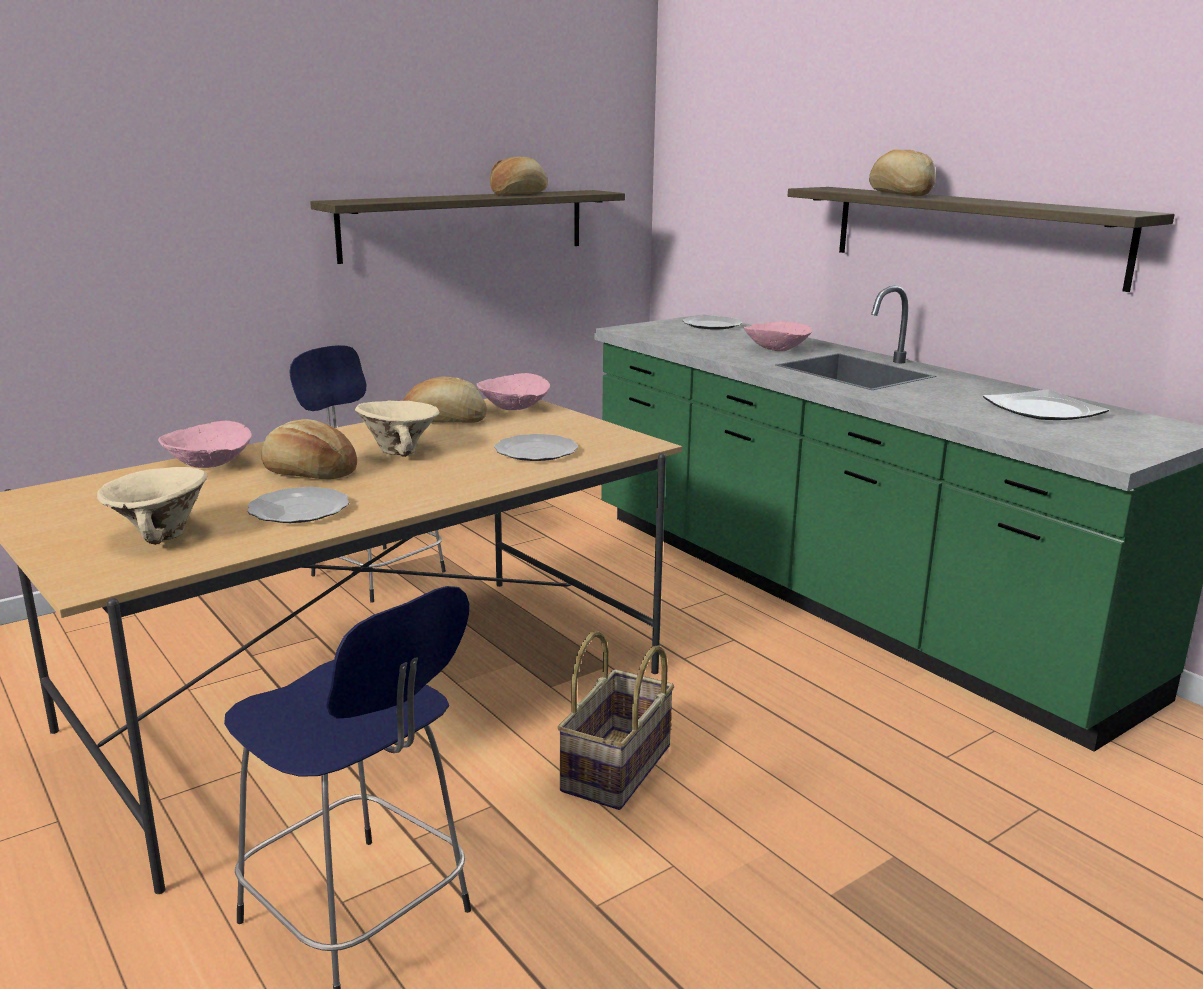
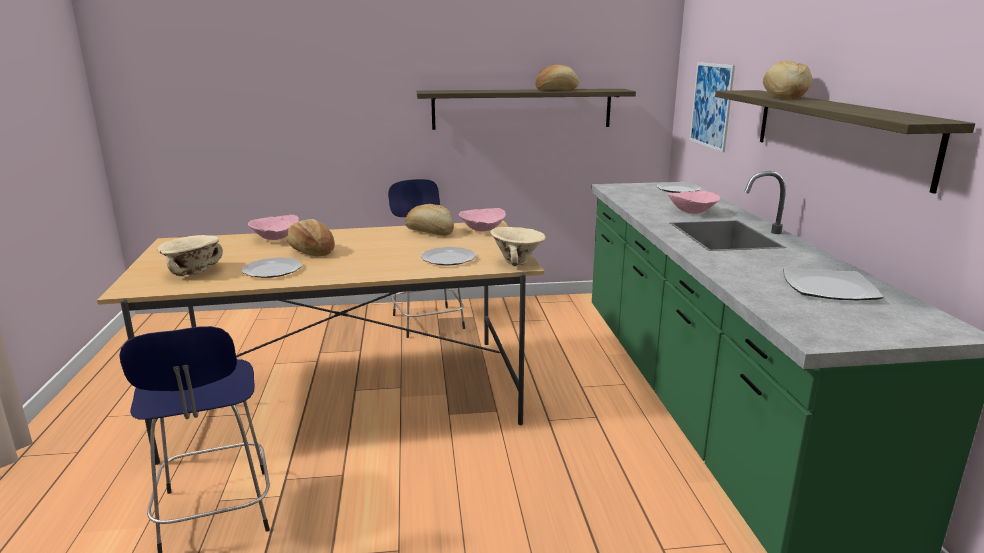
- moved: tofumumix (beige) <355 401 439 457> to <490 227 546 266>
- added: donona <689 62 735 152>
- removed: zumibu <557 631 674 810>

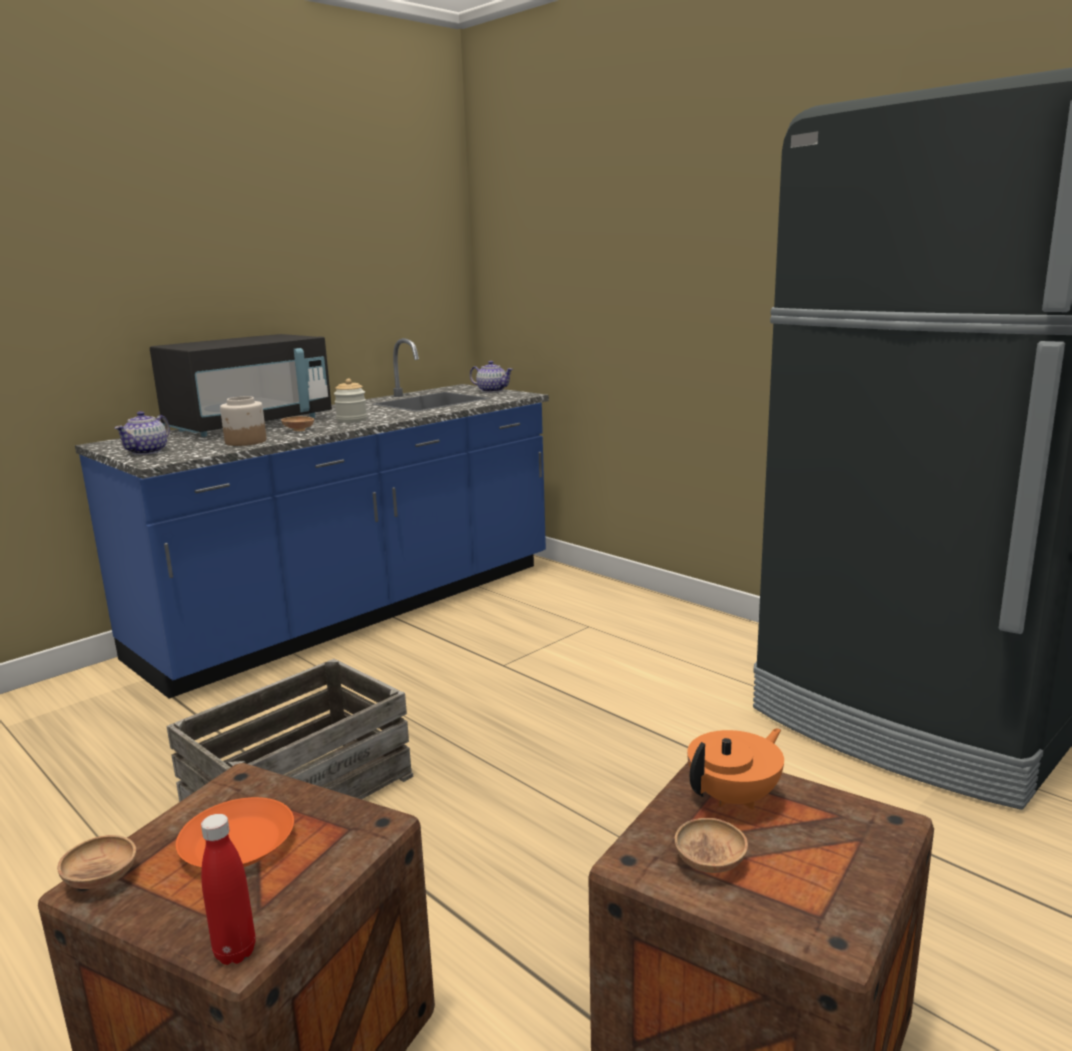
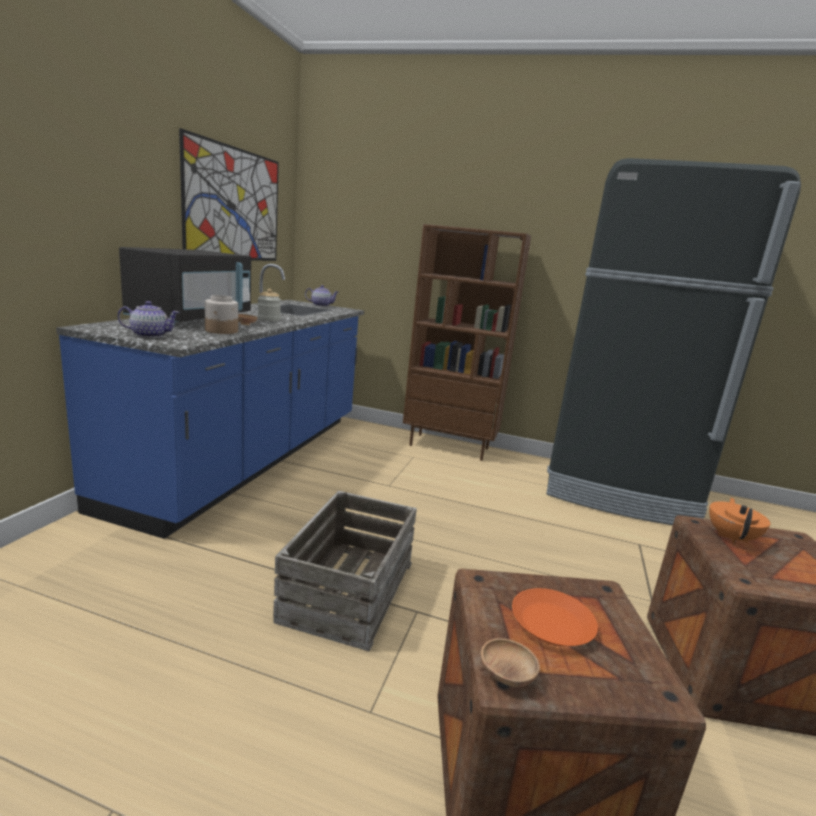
- turned: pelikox <115 411 170 455> = <117 301 180 338> 90 degrees counterclockwise
- added: donona <179 128 279 261>
- added: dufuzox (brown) <403 224 531 461>
- removed: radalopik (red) <201 814 256 965>
- removed: tofumumix (brown) <675 818 748 873>

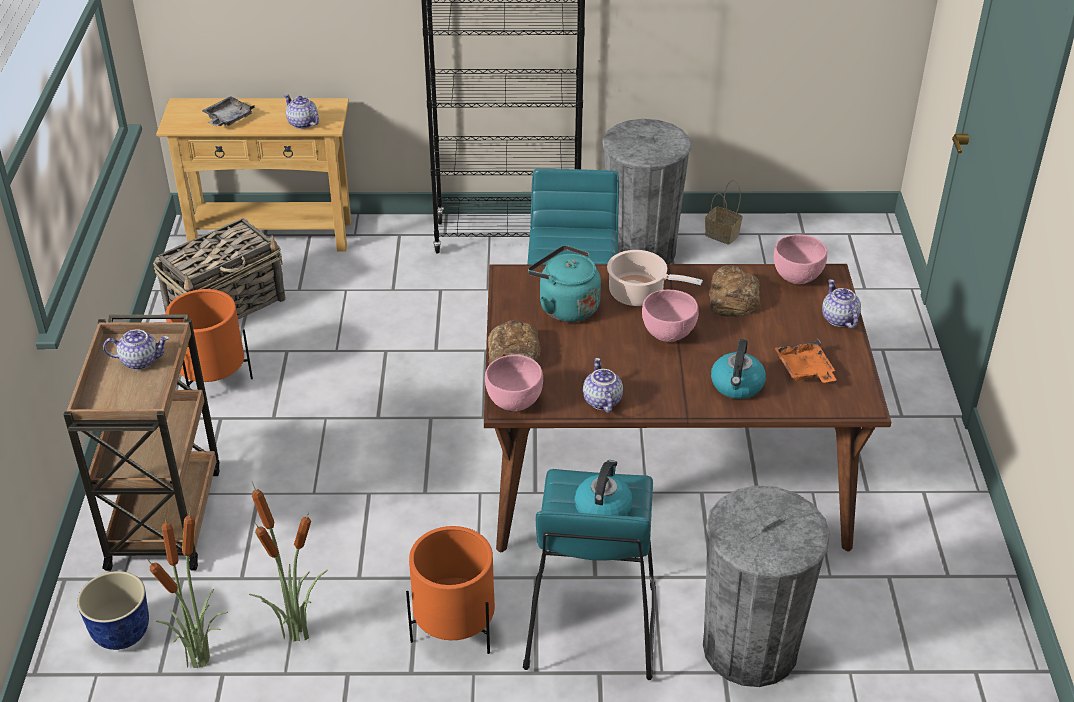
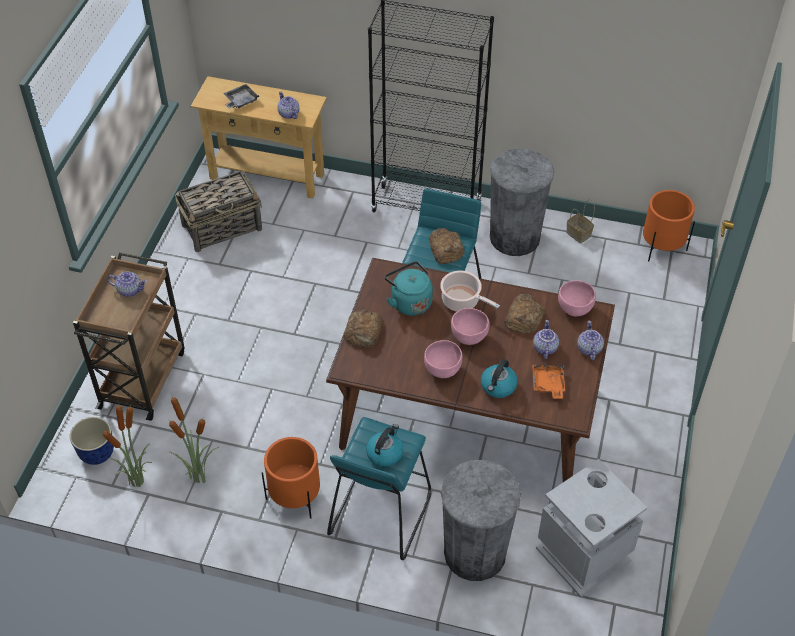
- moved: tofumumix (pink) <485 355 543 411> to <424 340 463 378>
- added: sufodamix <429 228 465 264>
- moved: pelikox <583 358 623 413> to <533 320 559 359>
- added: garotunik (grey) <536 459 647 598>
- moved: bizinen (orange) <165 289 253 387> to <643 190 695 261>

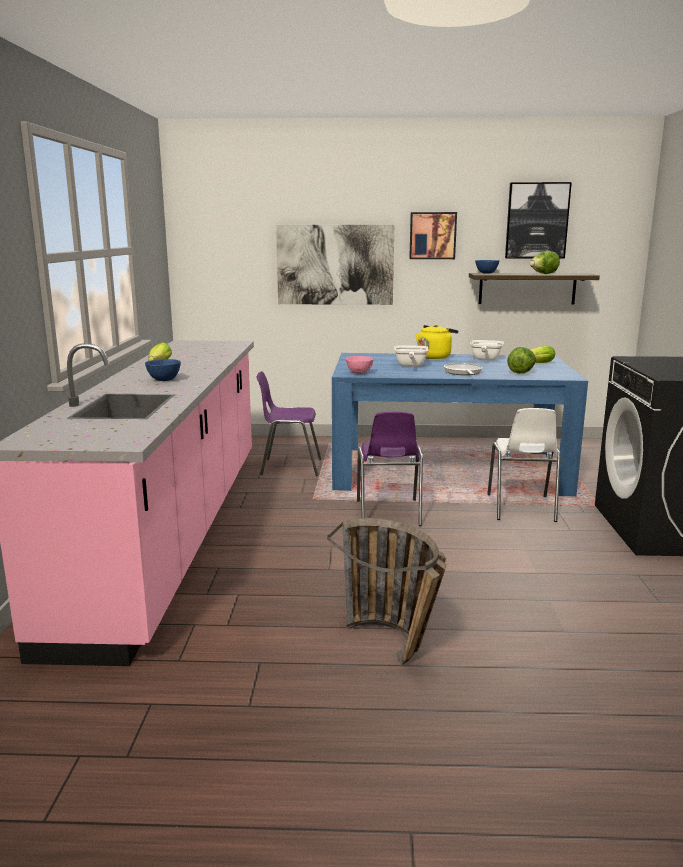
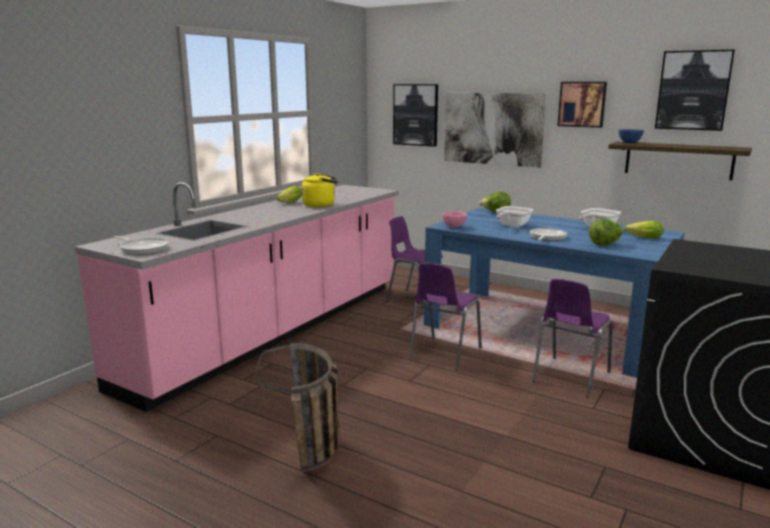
- added: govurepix <114 236 169 255>
- moved: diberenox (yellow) <416 324 458 359> to <301 173 338 207>
- added: donona <393 84 438 147>
- moved: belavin <529 251 560 274> to <479 192 511 213>
- recoloured: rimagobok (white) <487 408 561 522> to rimagobok (purple) <532 279 613 398>
- removed: tofumumix (blue) <145 359 181 381>

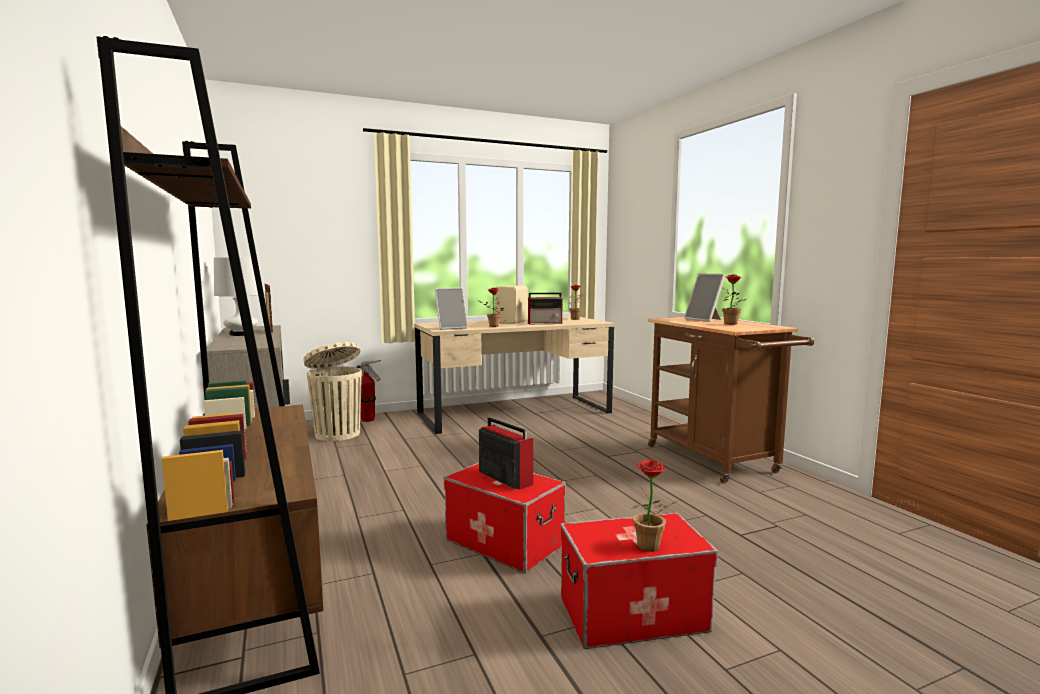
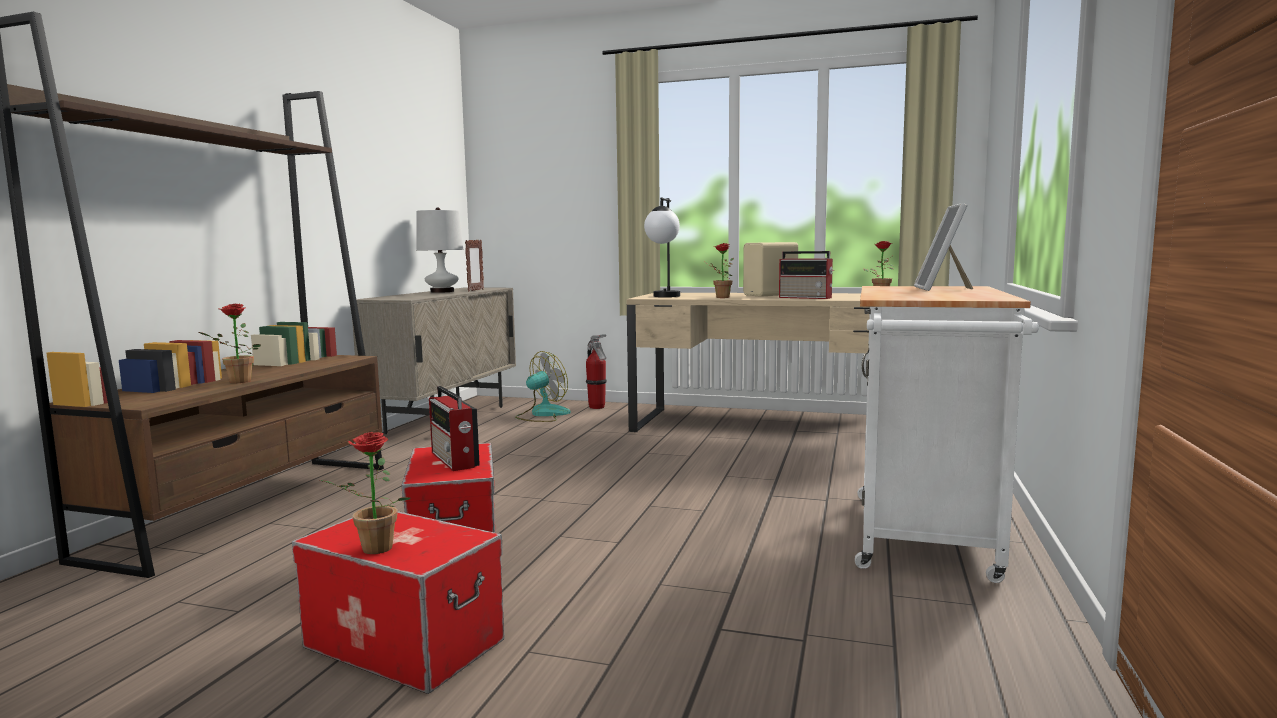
- moved: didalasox <722 274 746 325> to <199 303 261 383>
- turned: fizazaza <479 417 533 490> = <429 386 480 471> 150 degrees clockwise
- replaced: garotunik (beige) <303 342 362 441> to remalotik <515 351 571 422>
- replaced: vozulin <435 288 468 330> to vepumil <644 197 680 297>
- recoloured: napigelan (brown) <647 317 814 483> to napigelan (white) <855 286 1039 583>

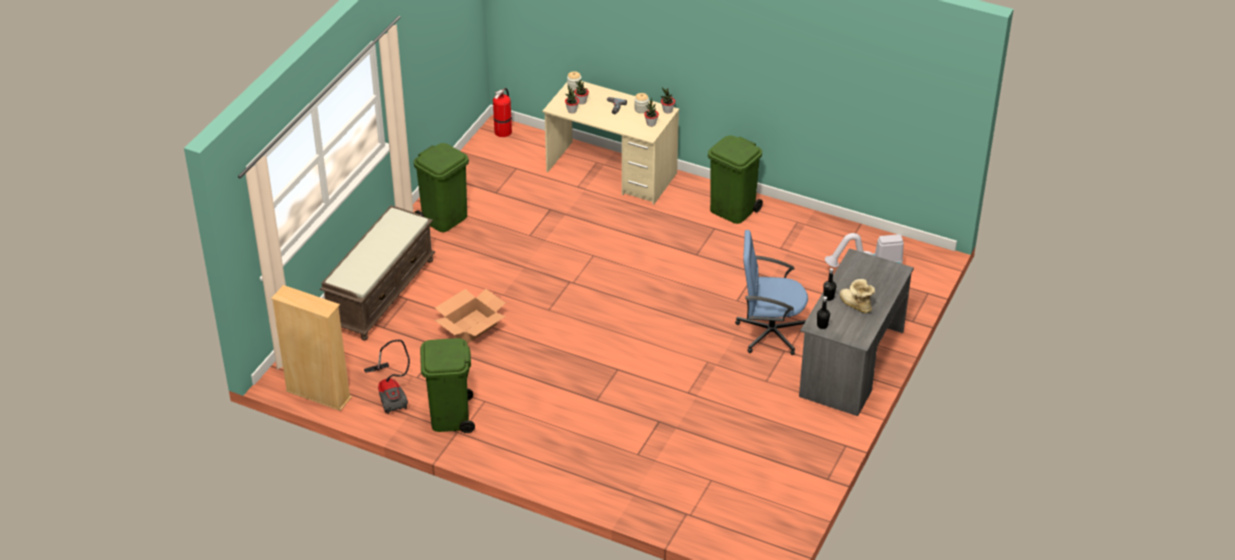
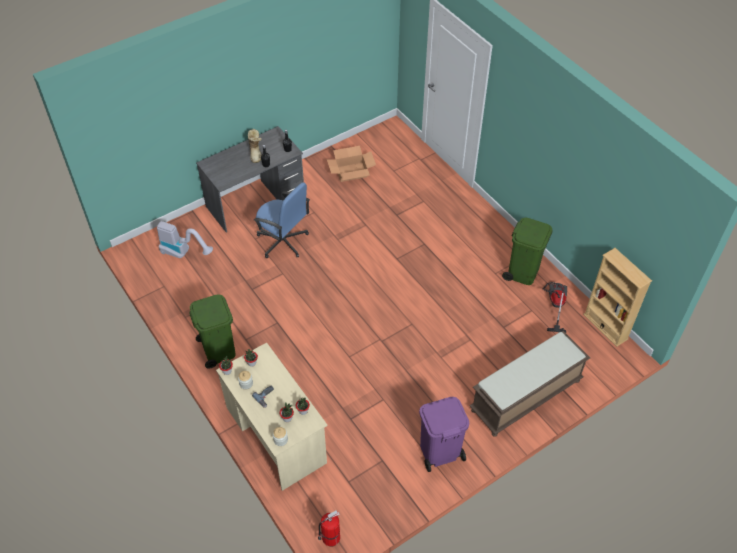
- moved: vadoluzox <435 289 506 344> to <327 146 376 182>
- recoloured: garotunik (green) <414 143 469 232> to garotunik (purple) <419 397 470 472>

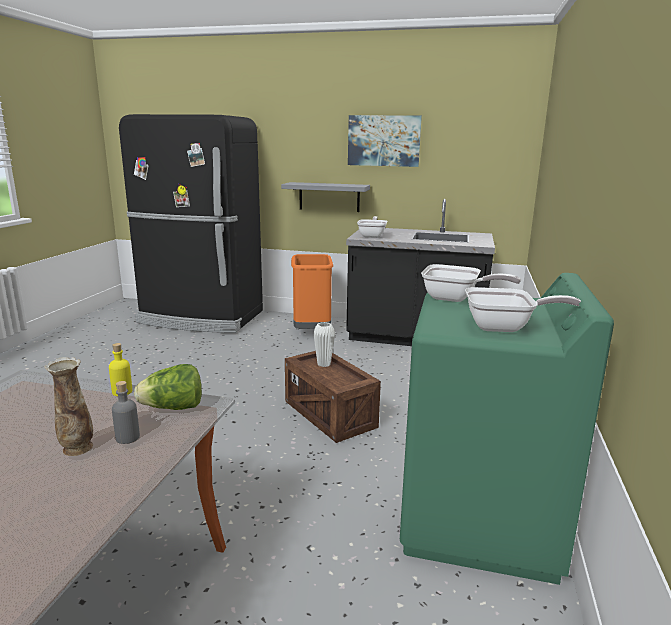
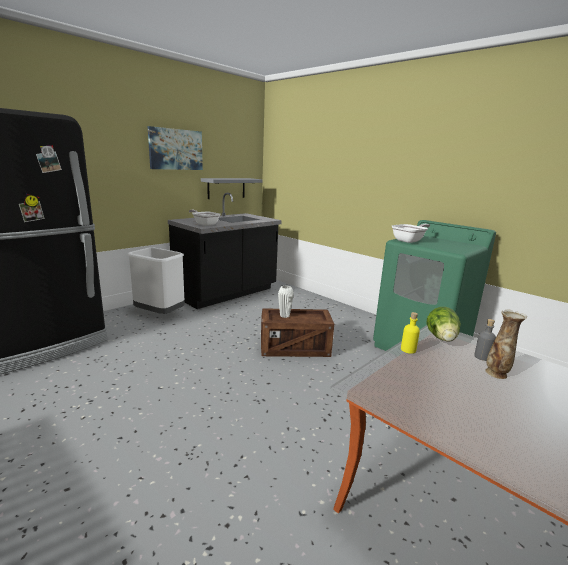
- recoloured: garotunik (orange) <291 254 333 329> to garotunik (white) <127 247 185 314>
- moved: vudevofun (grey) <281 182 370 212> to <201 178 263 199>
- removed: govurepix <465 287 581 332>

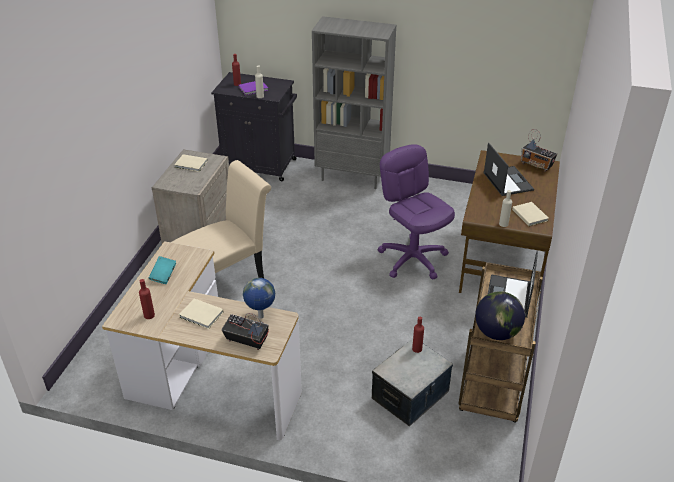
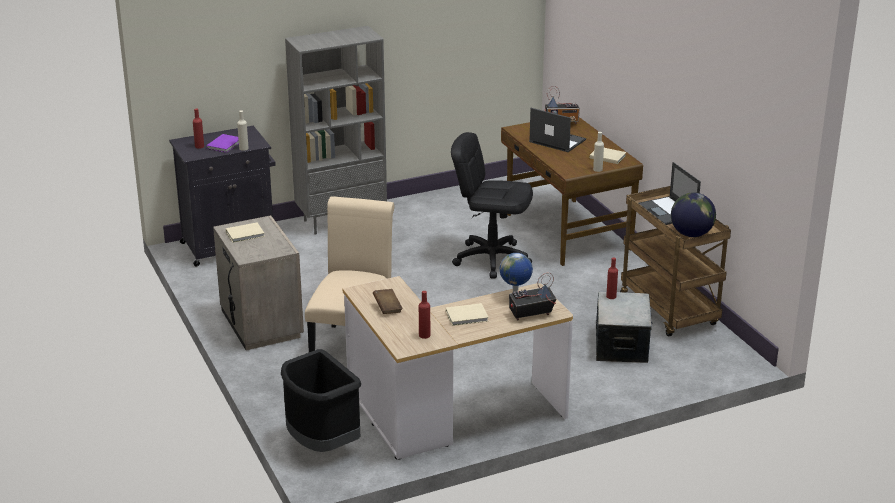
- added: garotunik (black) <281 349 361 452>
- recoloured: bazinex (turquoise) <149 256 176 284> to bazinex (brown) <373 289 403 314>
- recoloured: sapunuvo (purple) <378 144 455 280> to sapunuvo (black) <451 132 533 278>

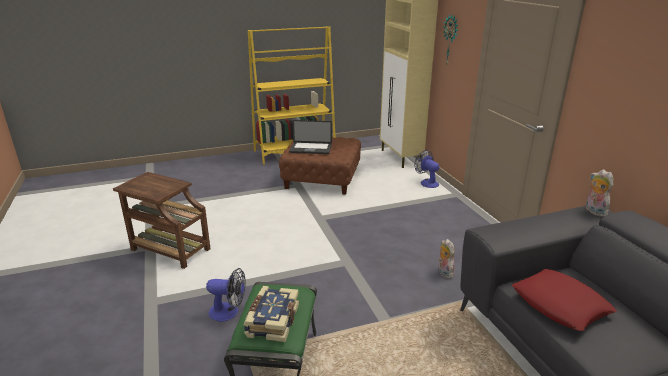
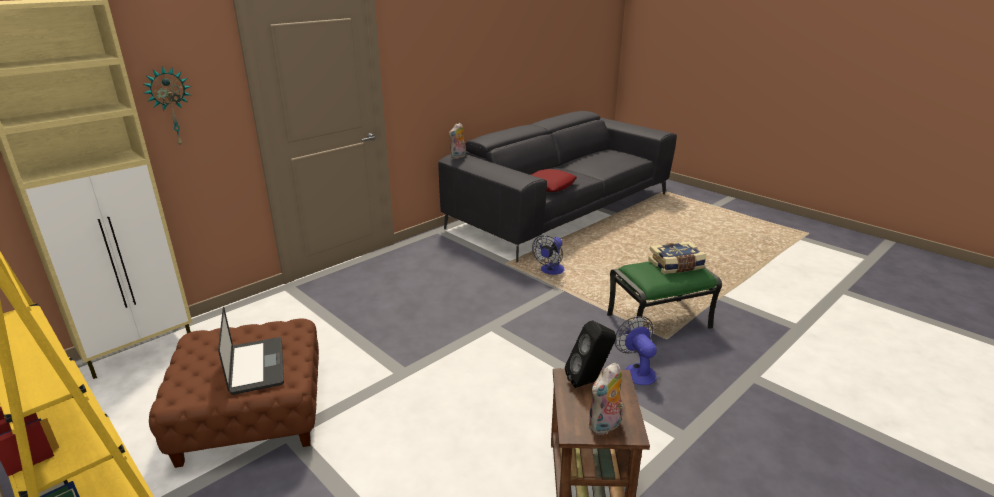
- moved: remalotik <414 150 440 188> to <532 235 564 275>
- added: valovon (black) <565 320 616 388>
- moved: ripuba <438 239 455 278> to <588 362 624 435>

